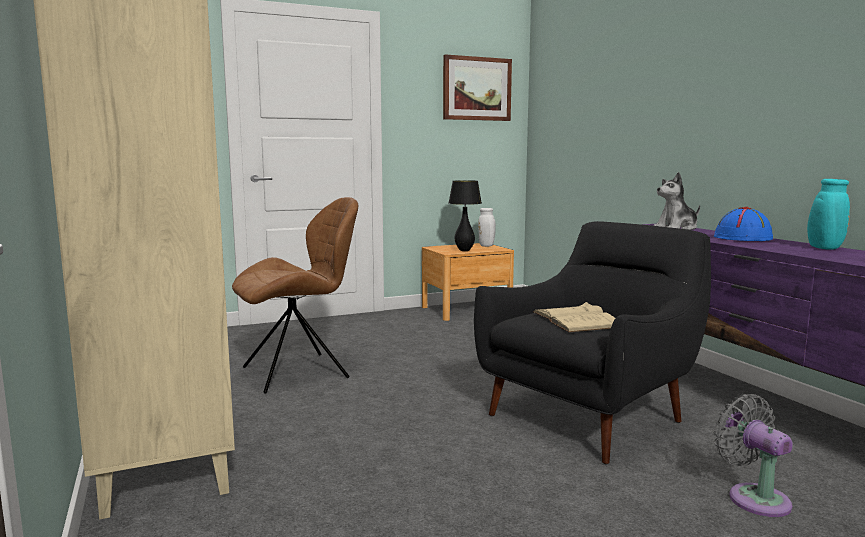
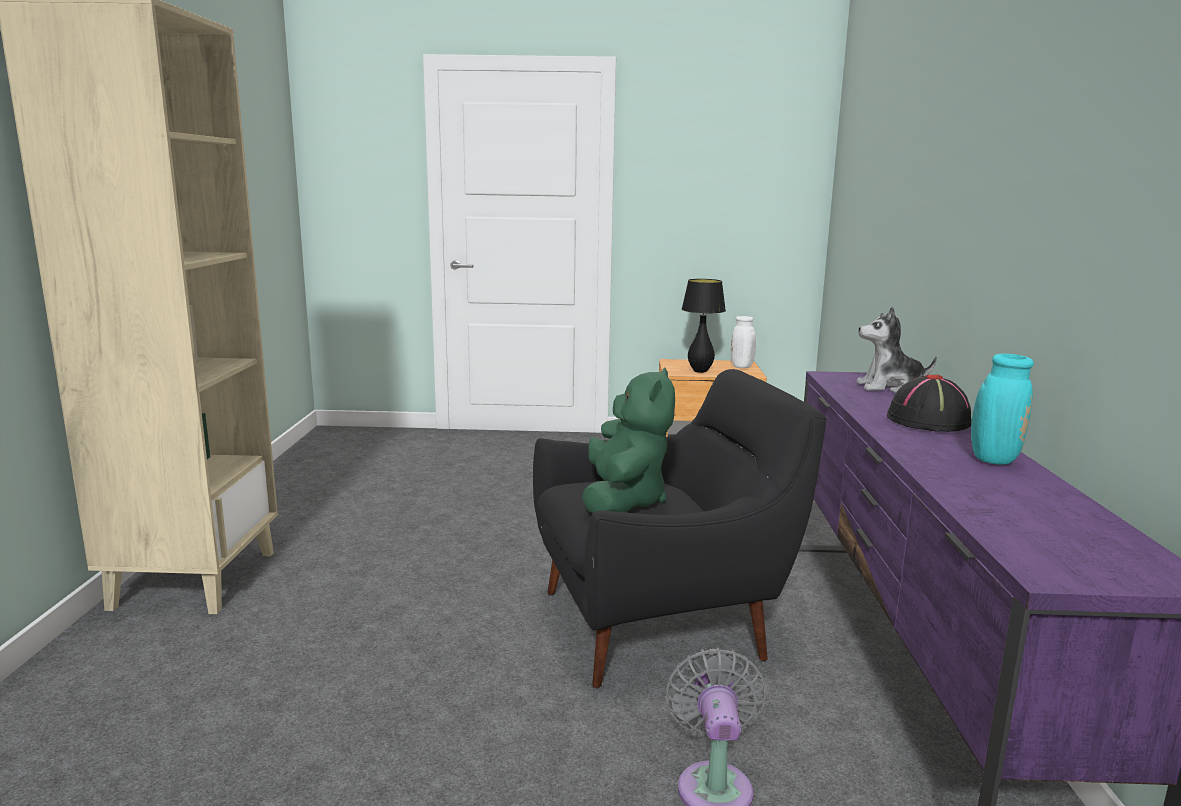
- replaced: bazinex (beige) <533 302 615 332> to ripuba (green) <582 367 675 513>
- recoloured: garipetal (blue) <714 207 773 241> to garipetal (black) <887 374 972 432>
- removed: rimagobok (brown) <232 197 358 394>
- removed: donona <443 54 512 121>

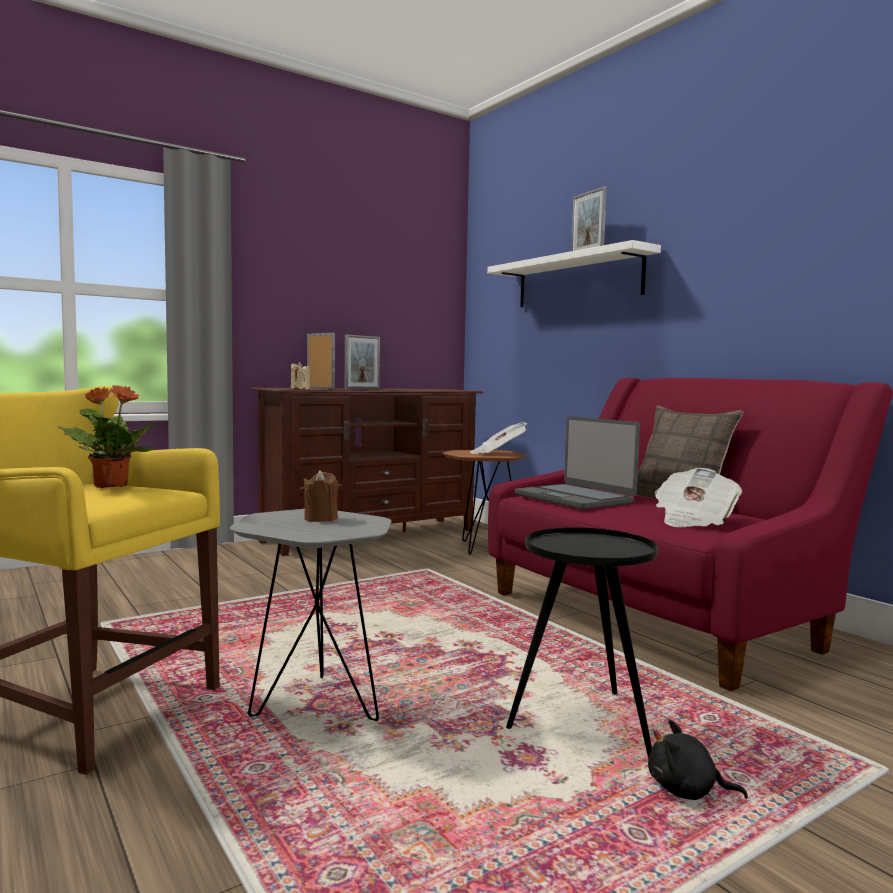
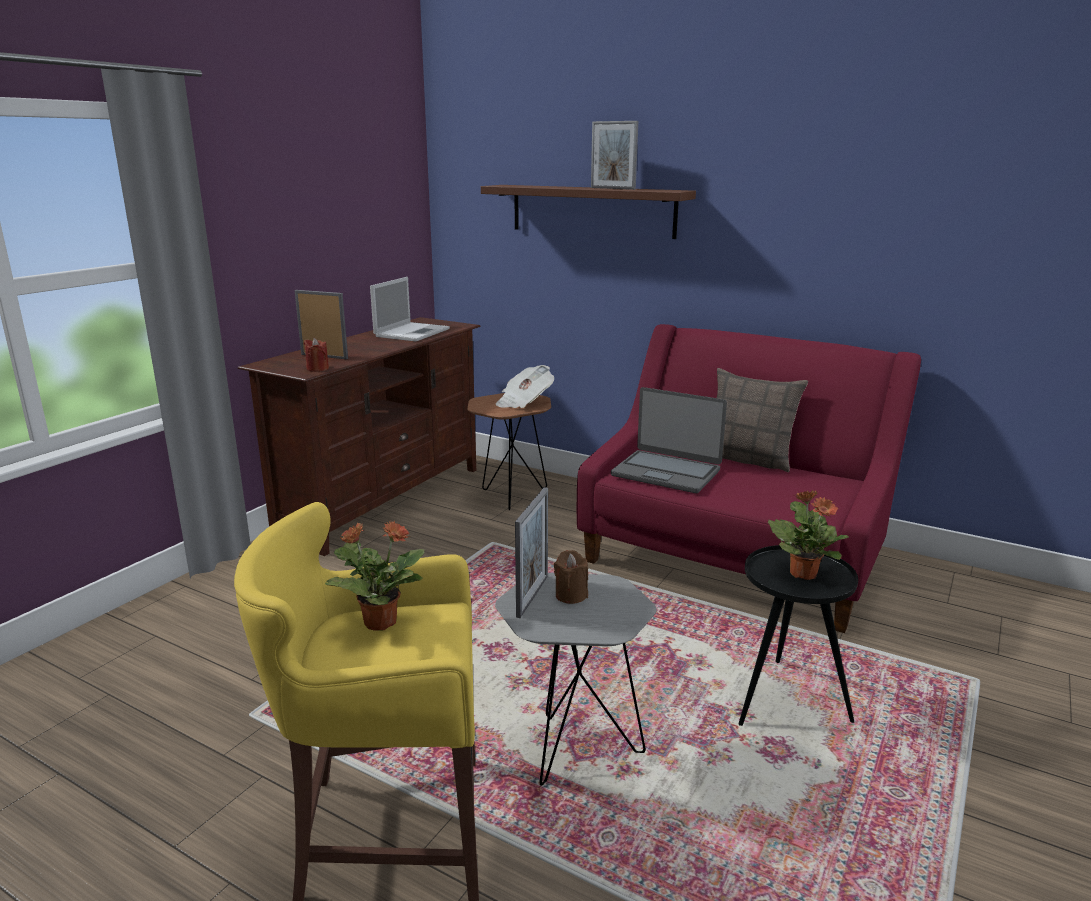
- recoloured: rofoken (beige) <291 362 310 389> to rofoken (red) <304 338 329 372>
- added: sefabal <370 277 450 341>
- recoloured: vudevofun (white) <487 240 661 307> to vudevofun (brown) <481 185 696 239>
- moved: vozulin <345 334 380 389> to <515 487 548 618>
- added: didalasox <768 490 849 580>
- removed: ripuba (black) <648 720 748 802>
- removed: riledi <655 468 742 527>

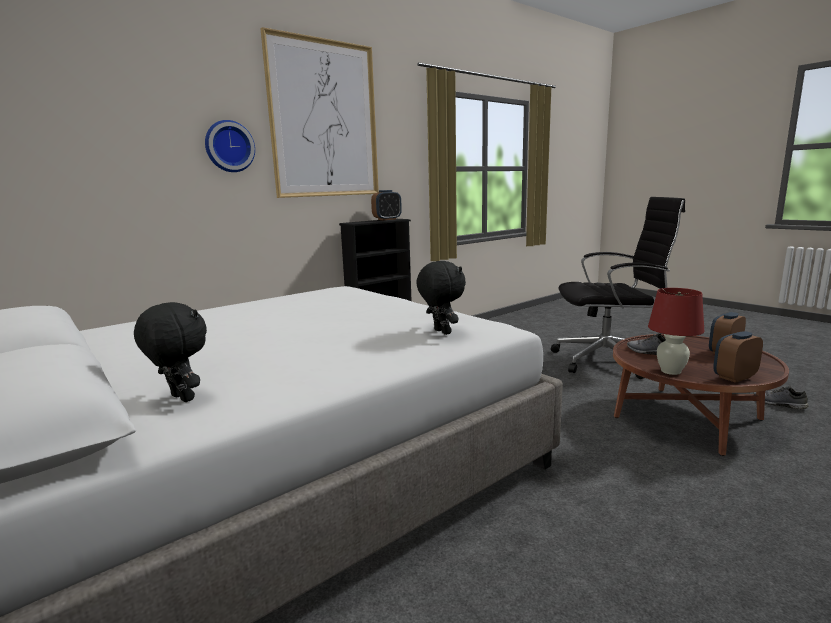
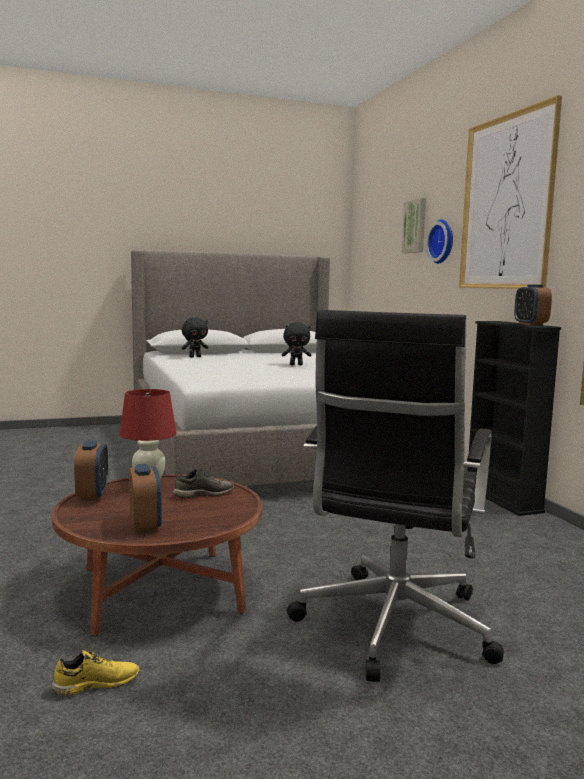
- recoloured: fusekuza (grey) <753 386 808 409> to fusekuza (yellow) <52 650 140 696>
- moved: ripuba (black) <416 261 466 335> to <282 322 311 365>
- added: donona <402 198 426 253>

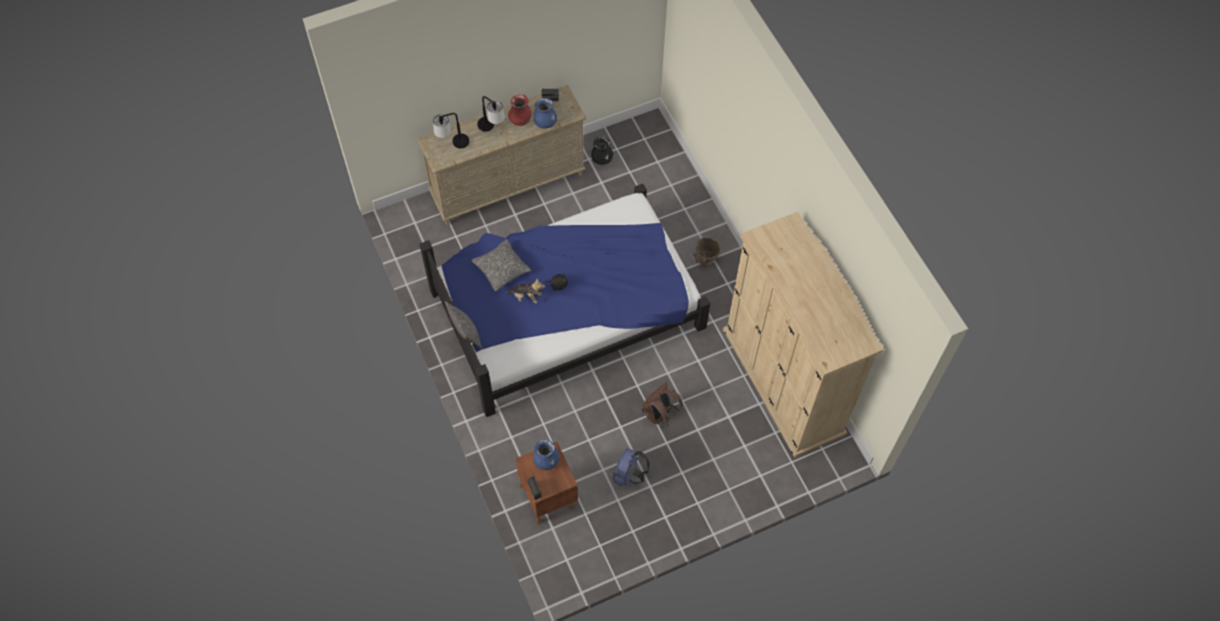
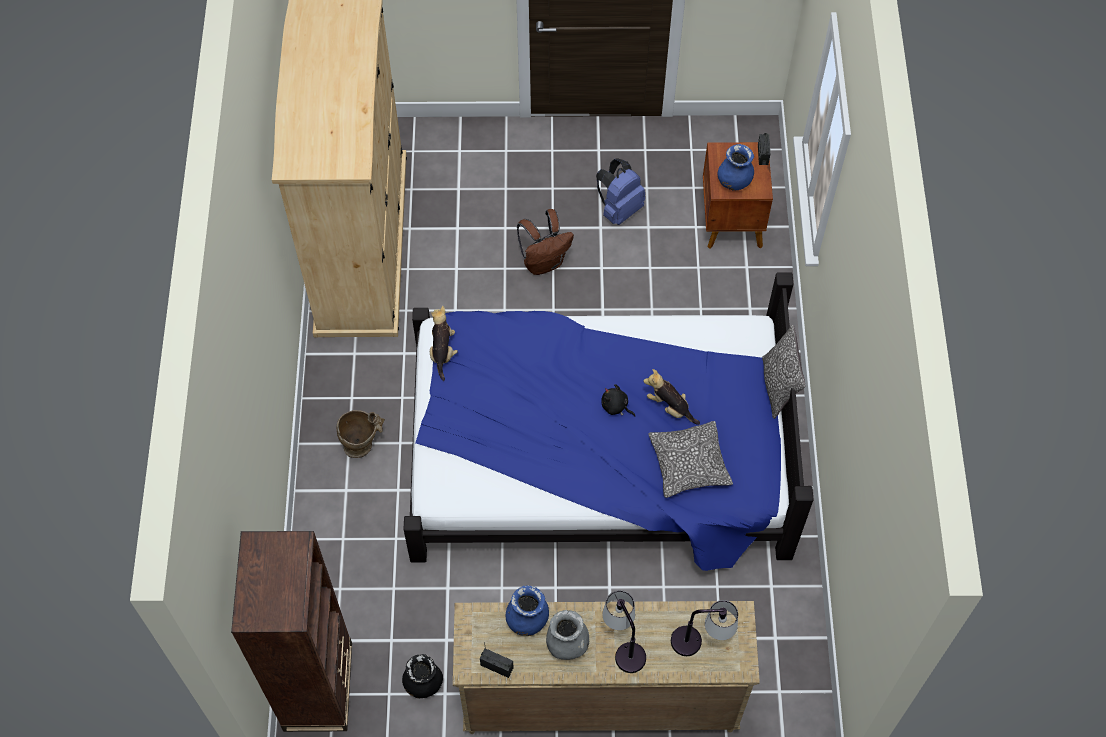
- added: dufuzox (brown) <231 531 352 732>
- added: ripuba <430 306 458 381>
- recoloured: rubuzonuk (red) <508 94 531 126> to rubuzonuk (grey) <546 610 589 660>

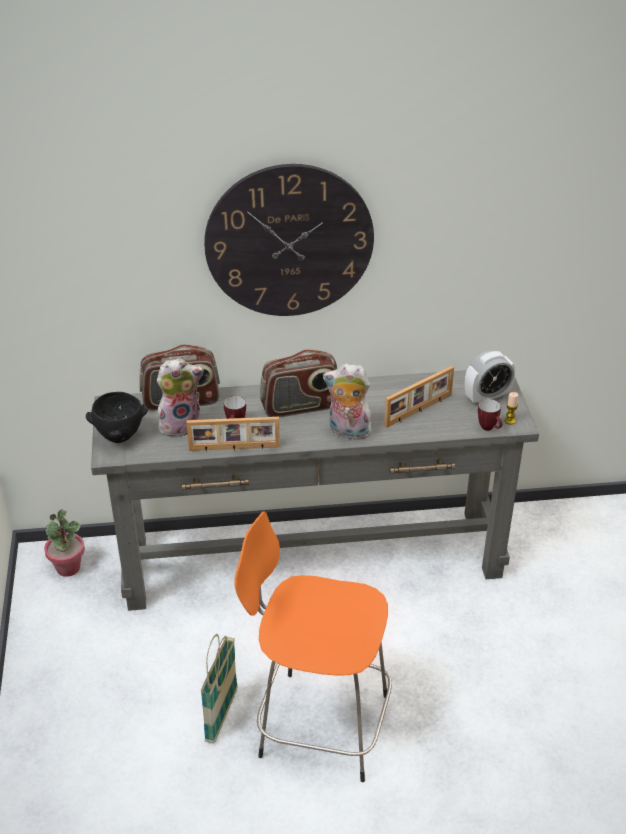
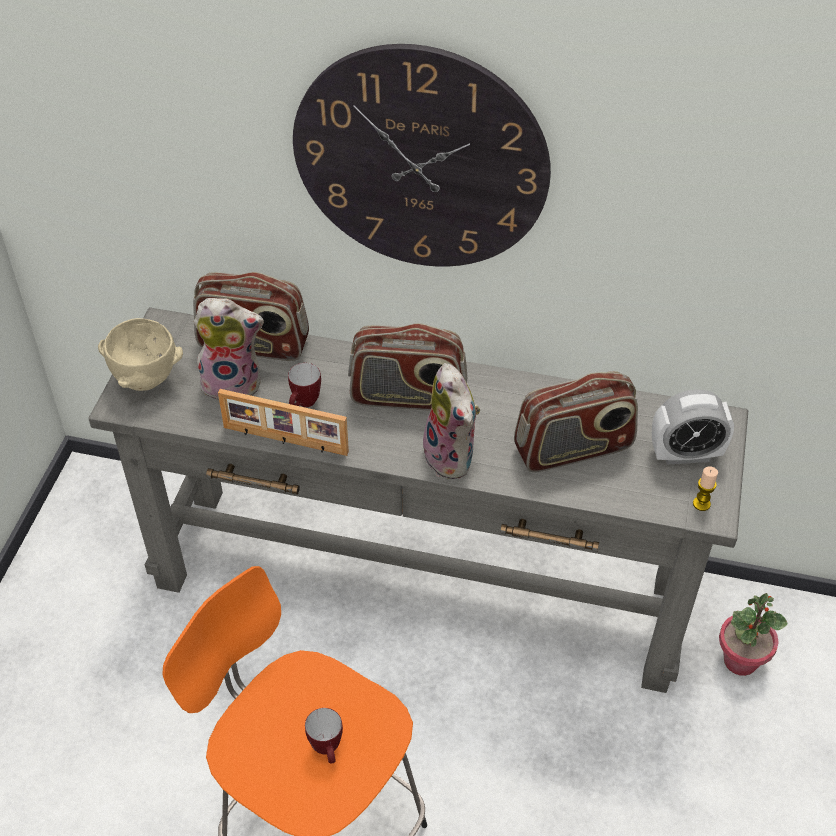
- recoloured: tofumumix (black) <86 392 148 443> to tofumumix (beige) <98 318 183 391>
- moved: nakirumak <478 399 502 431> to <305 708 343 764>
- turned: ripuba <323 363 372 440> = <422 363 480 479> 150 degrees counterclockwise
- replaced: vozulin <384 366 454 428> to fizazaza <514 371 638 472>
- moved: didalasox <44 509 85 577> to <719 593 788 676>
- removed: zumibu <201 634 238 744>

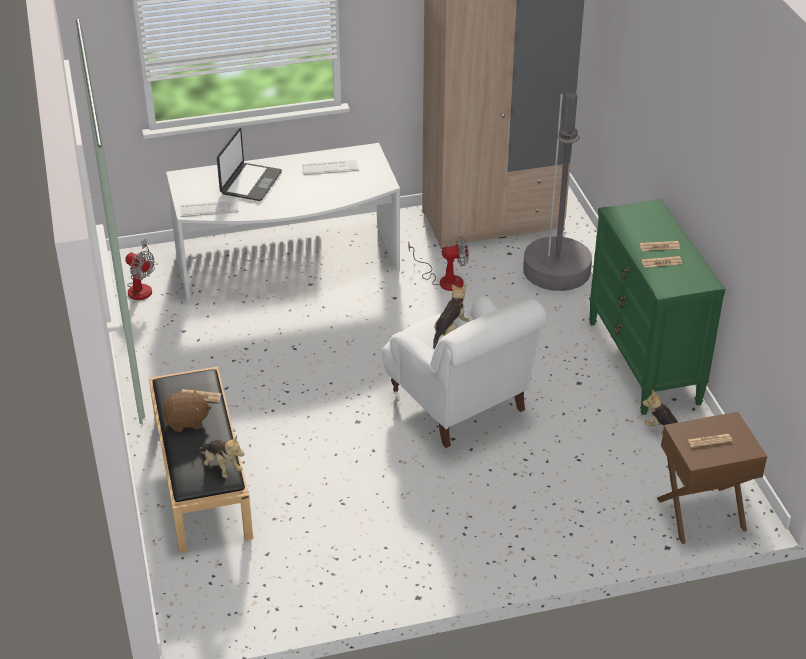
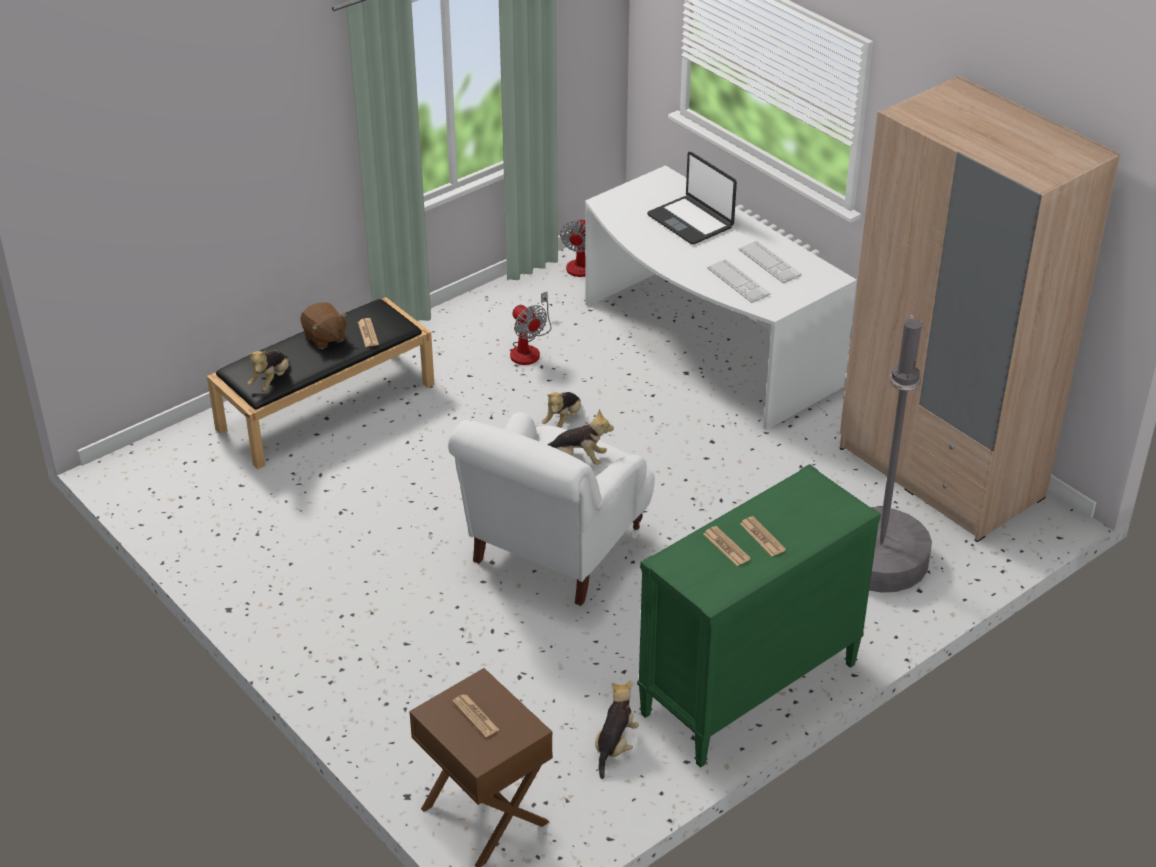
- moved: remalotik <409 236 469 291> to <510 291 551 365>
- added: ripuba <542 392 581 428>
- turned: sefabal <217 128 282 201> = <647 152 737 244> 60 degrees clockwise
- moved: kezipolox <180 200 239 217> to <707 259 770 303>

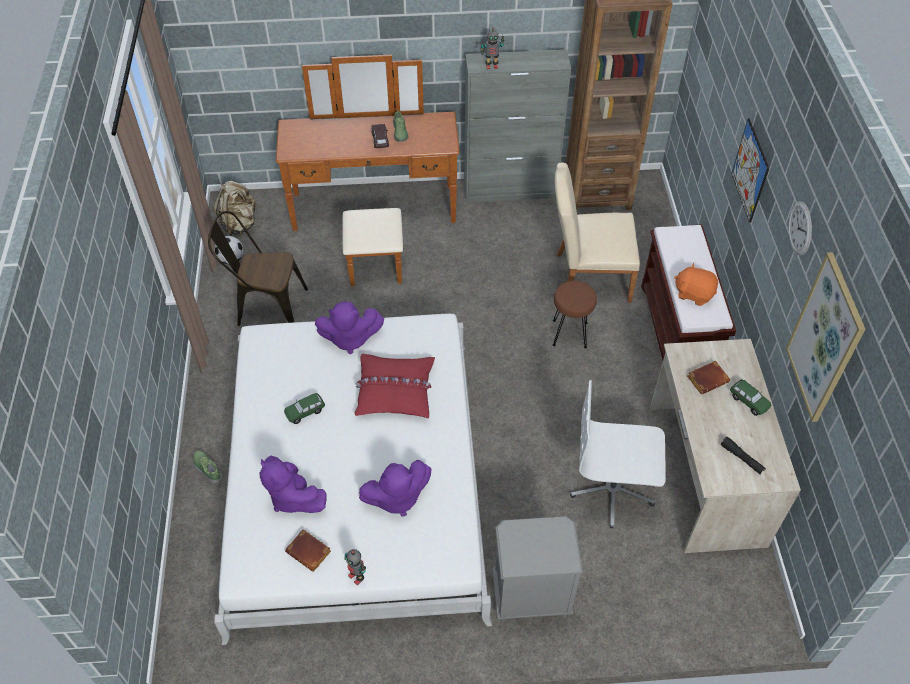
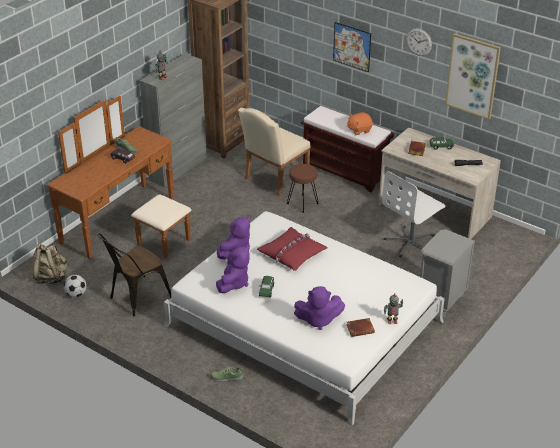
- moved: ripuba (purple) <359 460 432 517> to <216 245 250 293>

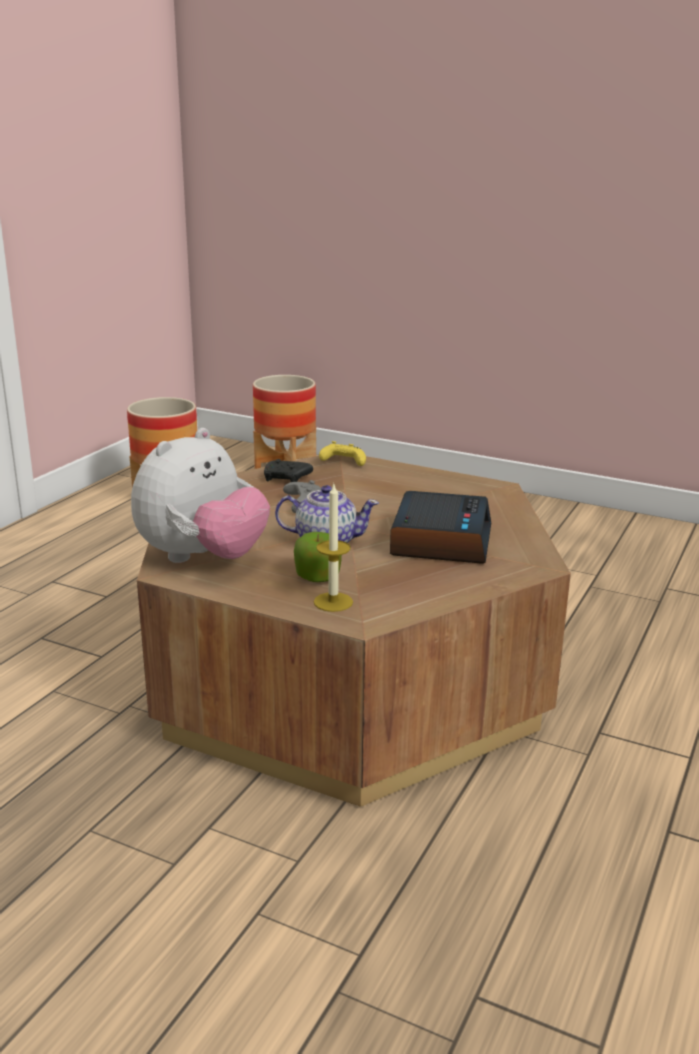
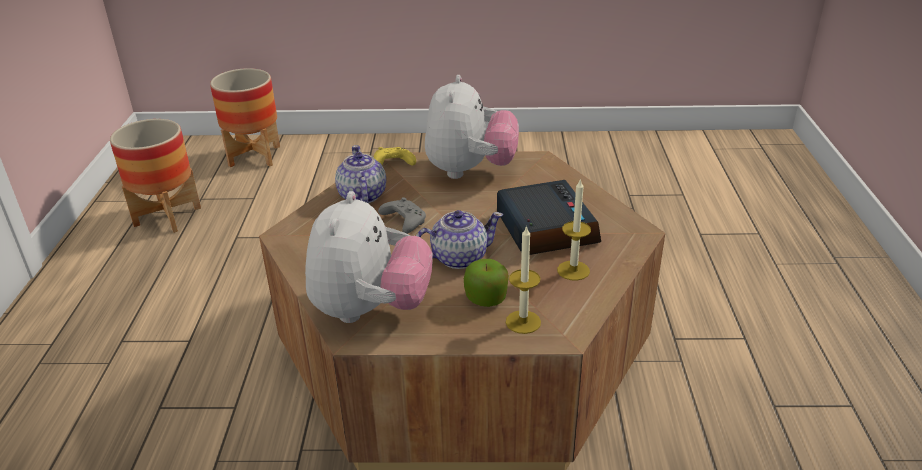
- replaced: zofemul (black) <264 459 313 482> to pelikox <335 145 386 203>
- added: ripuba <425 75 519 179>
- added: rofoken <557 178 591 281>

